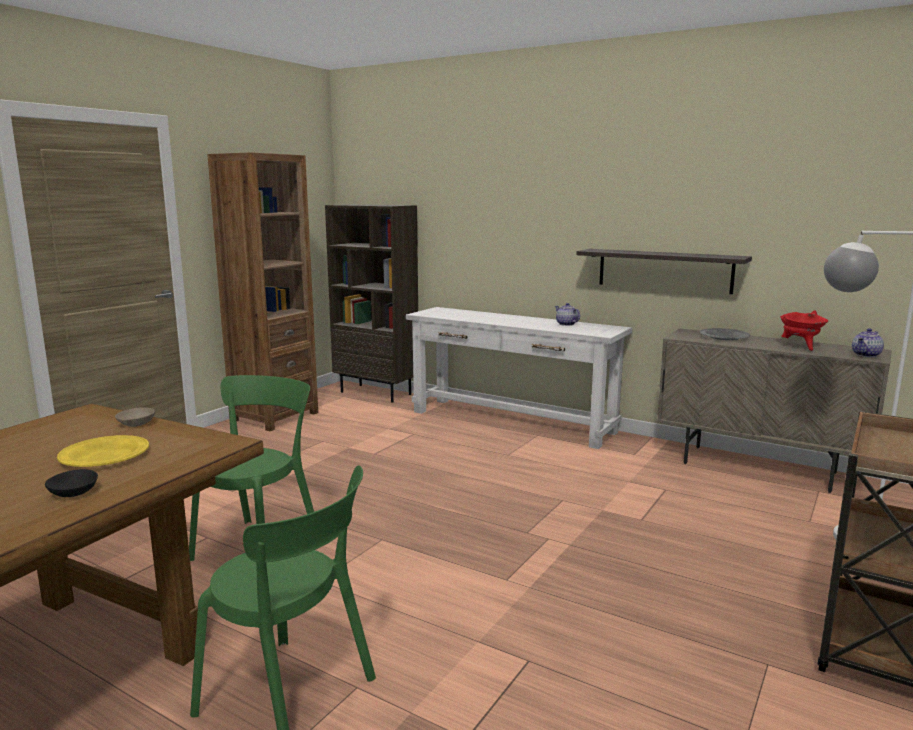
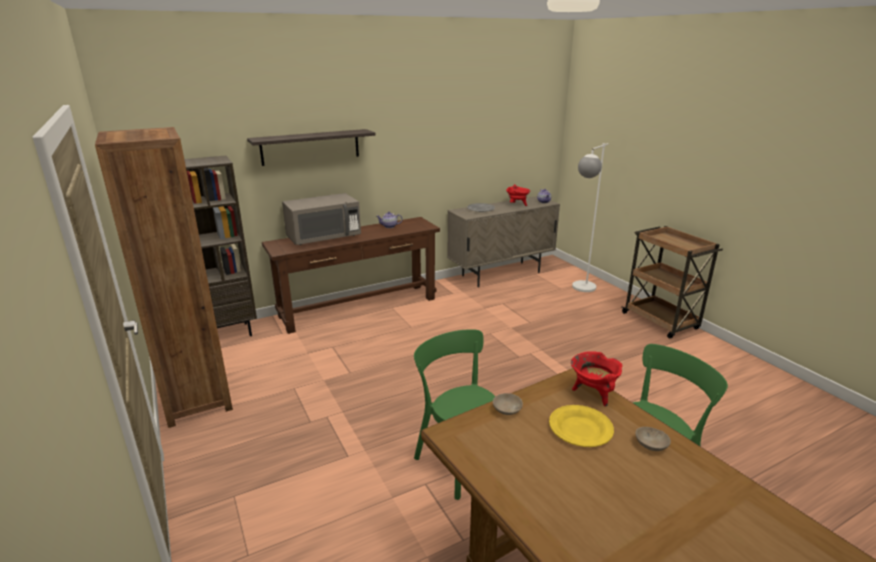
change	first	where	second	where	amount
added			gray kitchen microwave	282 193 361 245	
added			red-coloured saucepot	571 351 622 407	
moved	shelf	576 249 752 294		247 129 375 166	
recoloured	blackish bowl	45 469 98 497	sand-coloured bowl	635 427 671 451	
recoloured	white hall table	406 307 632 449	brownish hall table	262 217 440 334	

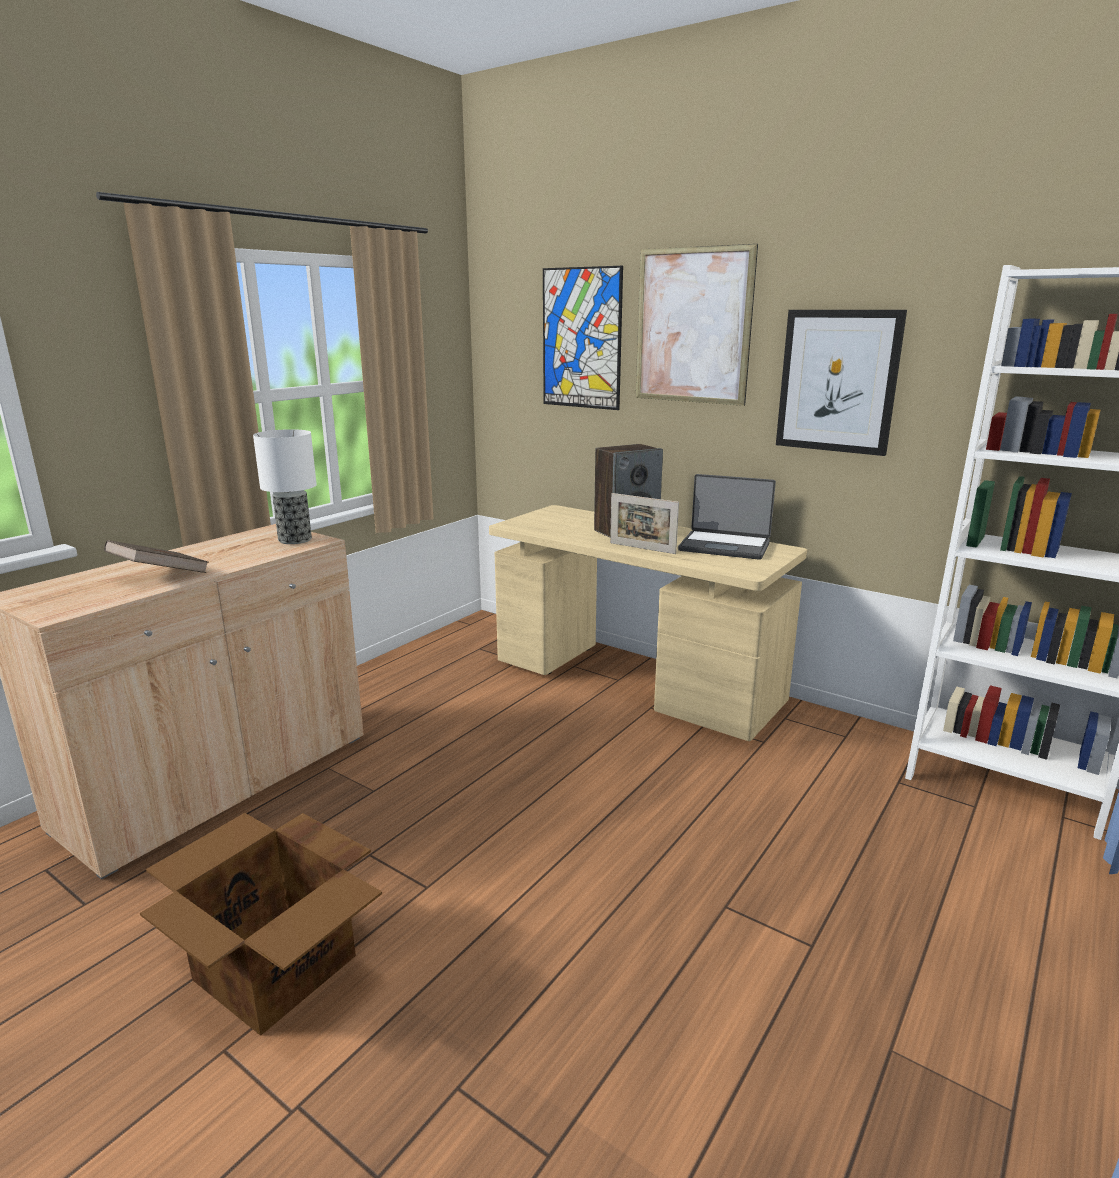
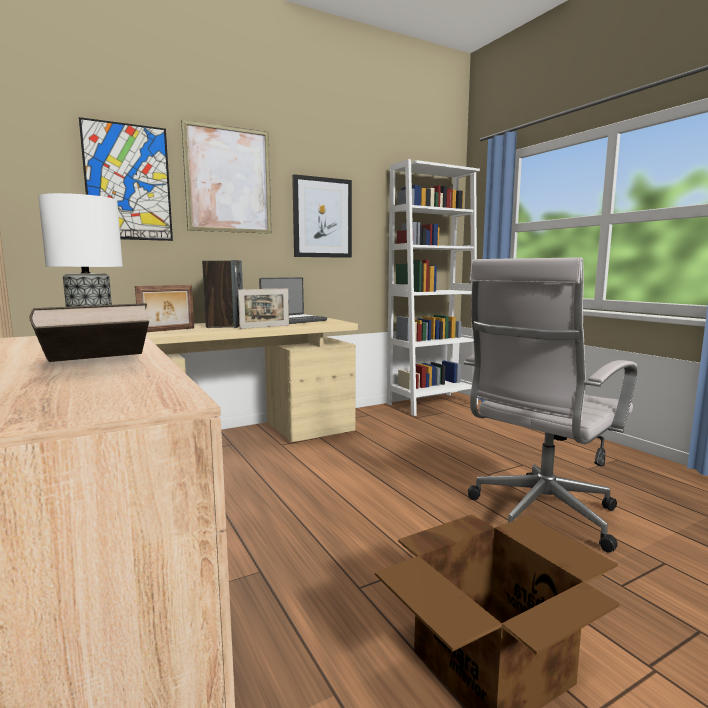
change	first	where	second	where	amount
added			standing frame	135 285 194 332	
added			white computer chair	464 257 637 553	

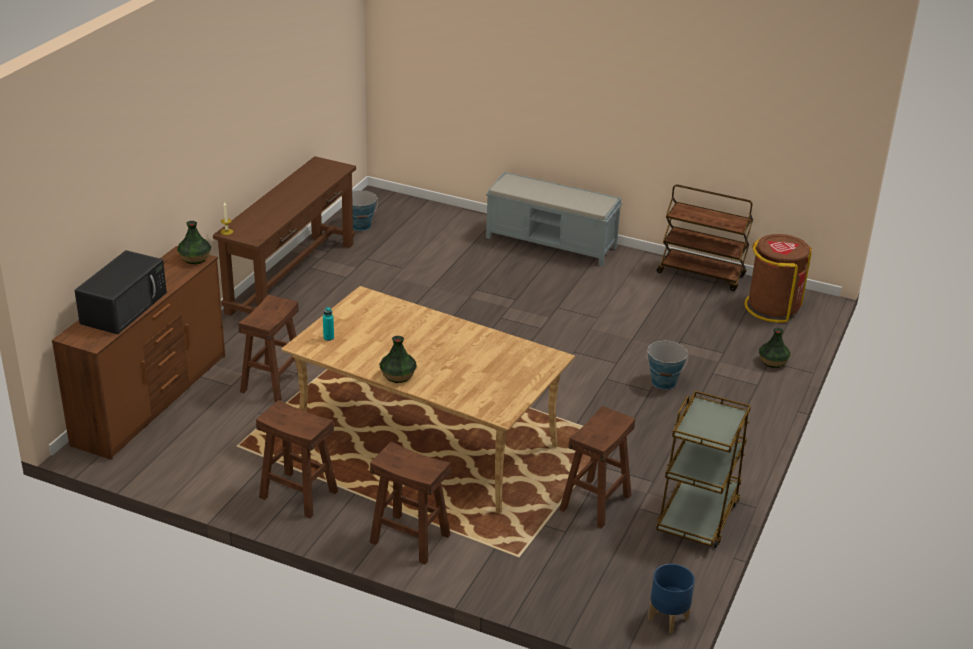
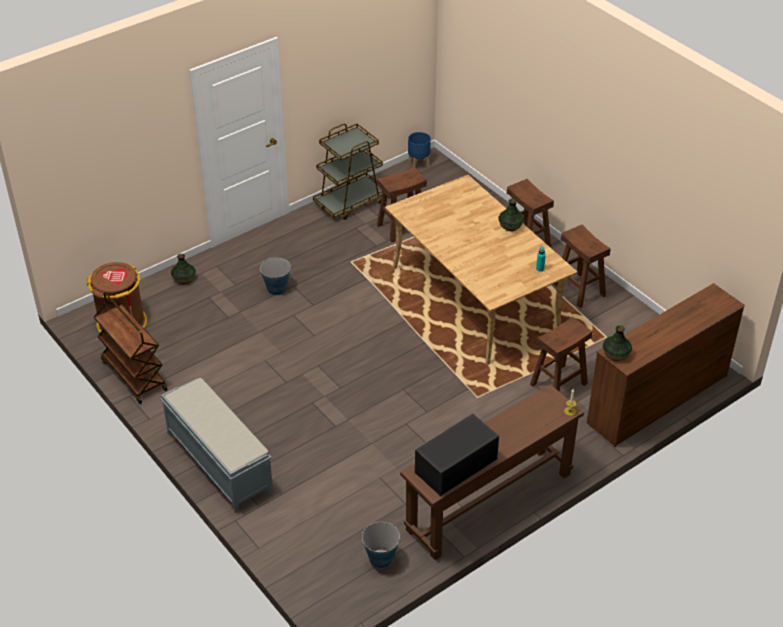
change	first	where	second	where	amount
moved	blackish kitchen microwave	74 250 167 334		415 414 499 496	

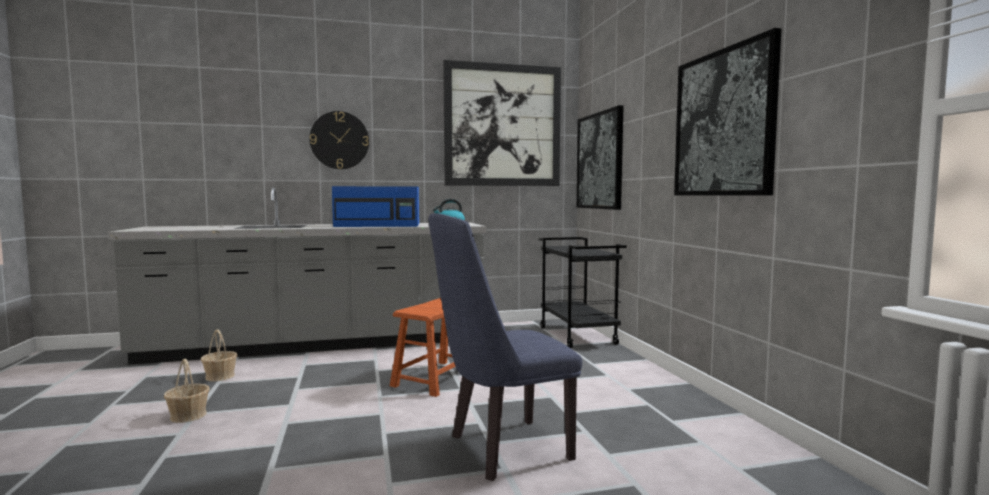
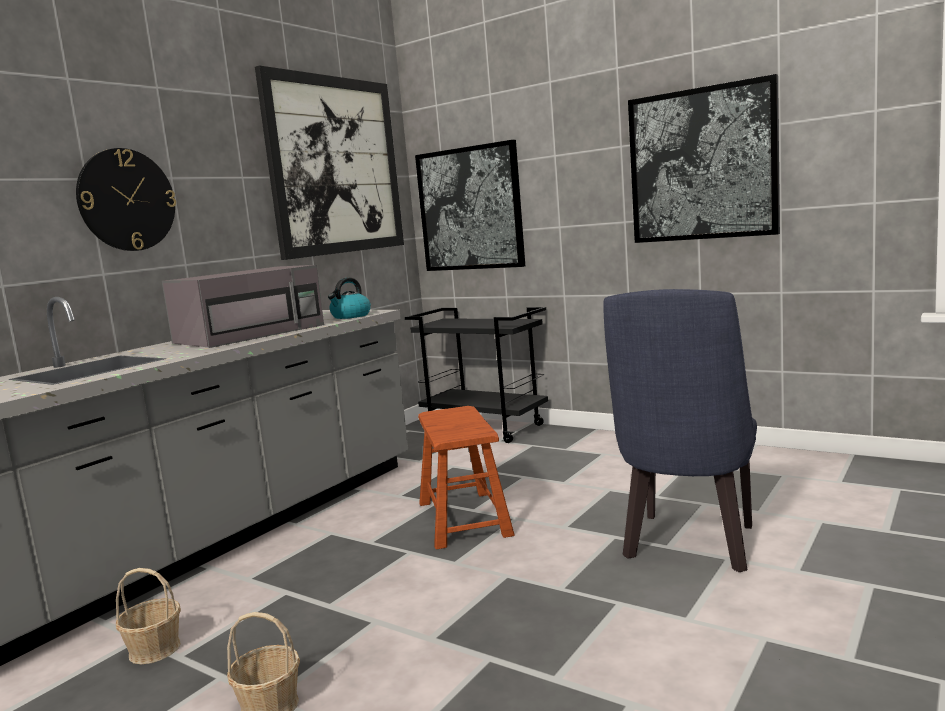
change	first	where	second	where	amount
recoloured	blue-coloured kitchen microwave	332 186 419 227	gray kitchen microwave	161 265 324 348	

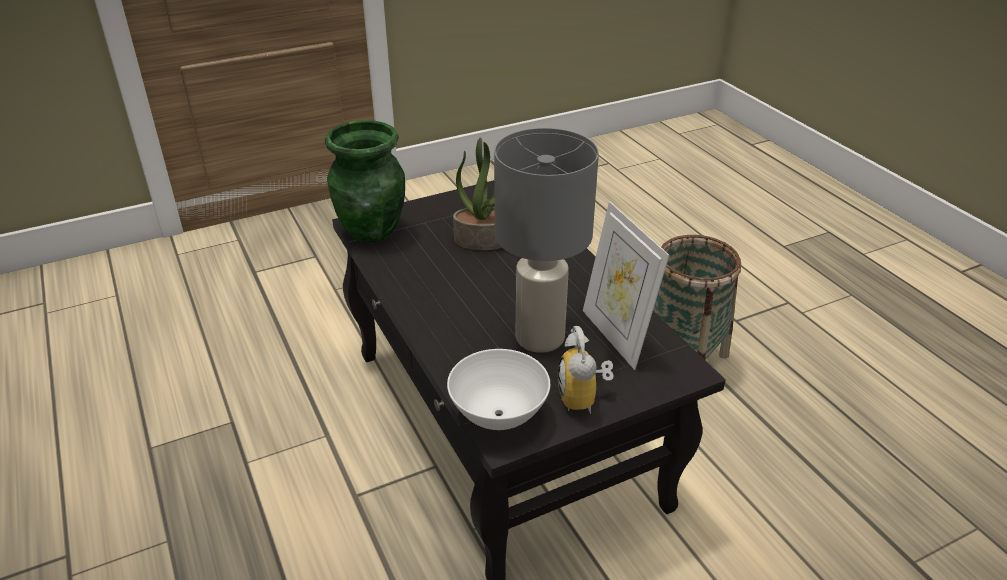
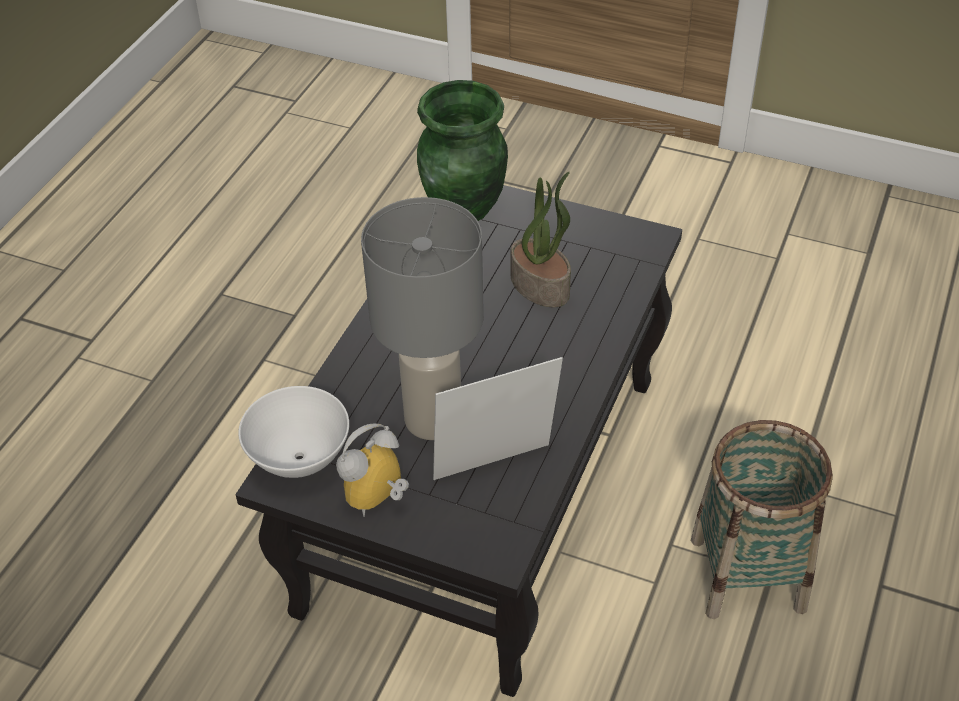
change	first	where	second	where	amount
turned	standing frame	583 202 669 370		433 357 563 480	45 degrees clockwise

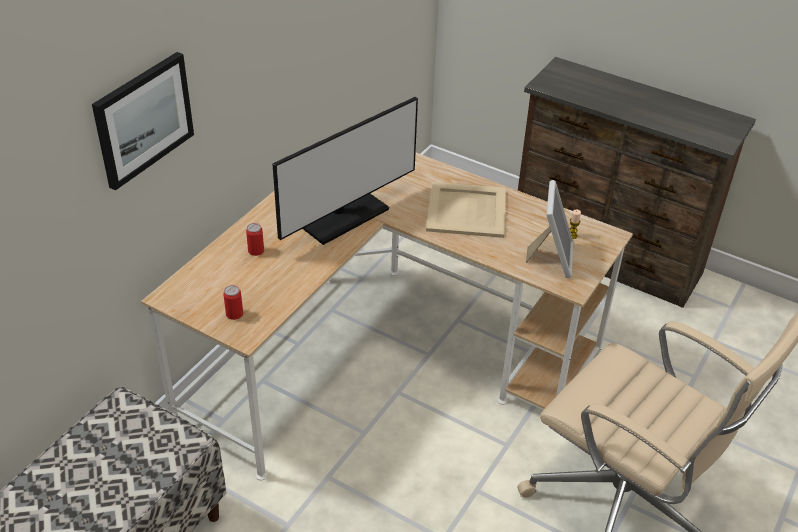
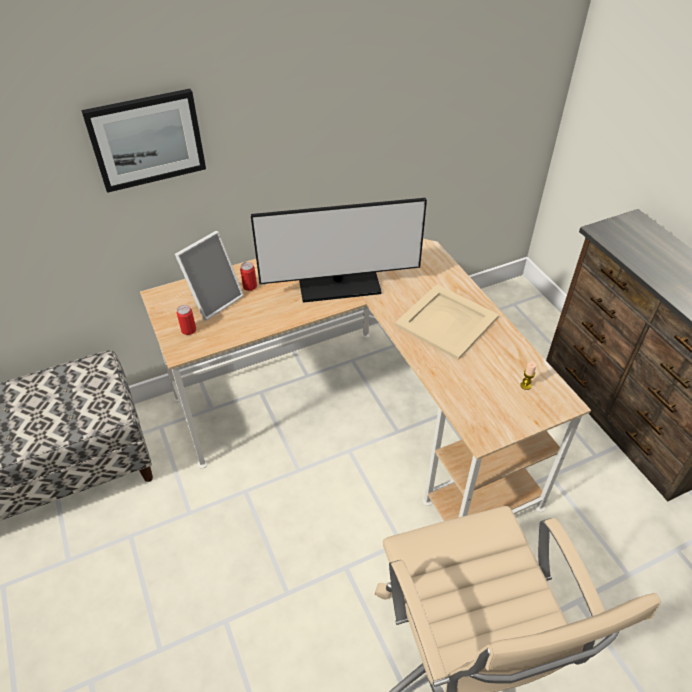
change	first	where	second	where	amount
moved	standing frame	526 180 573 278		175 231 244 321	

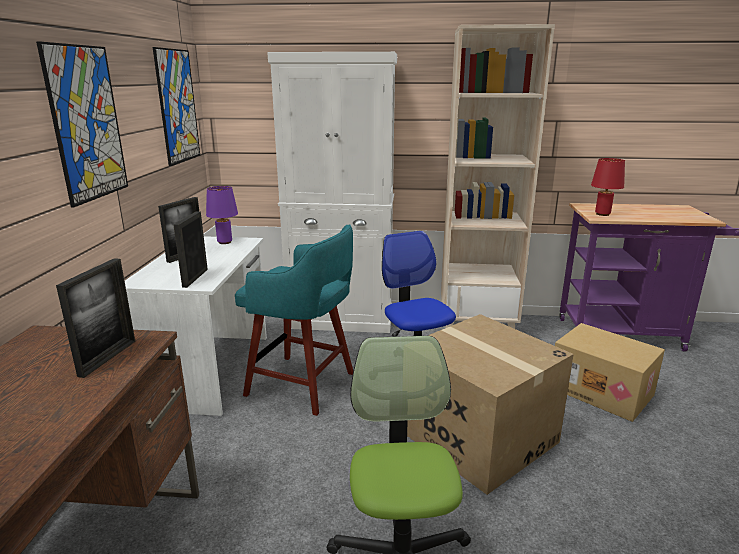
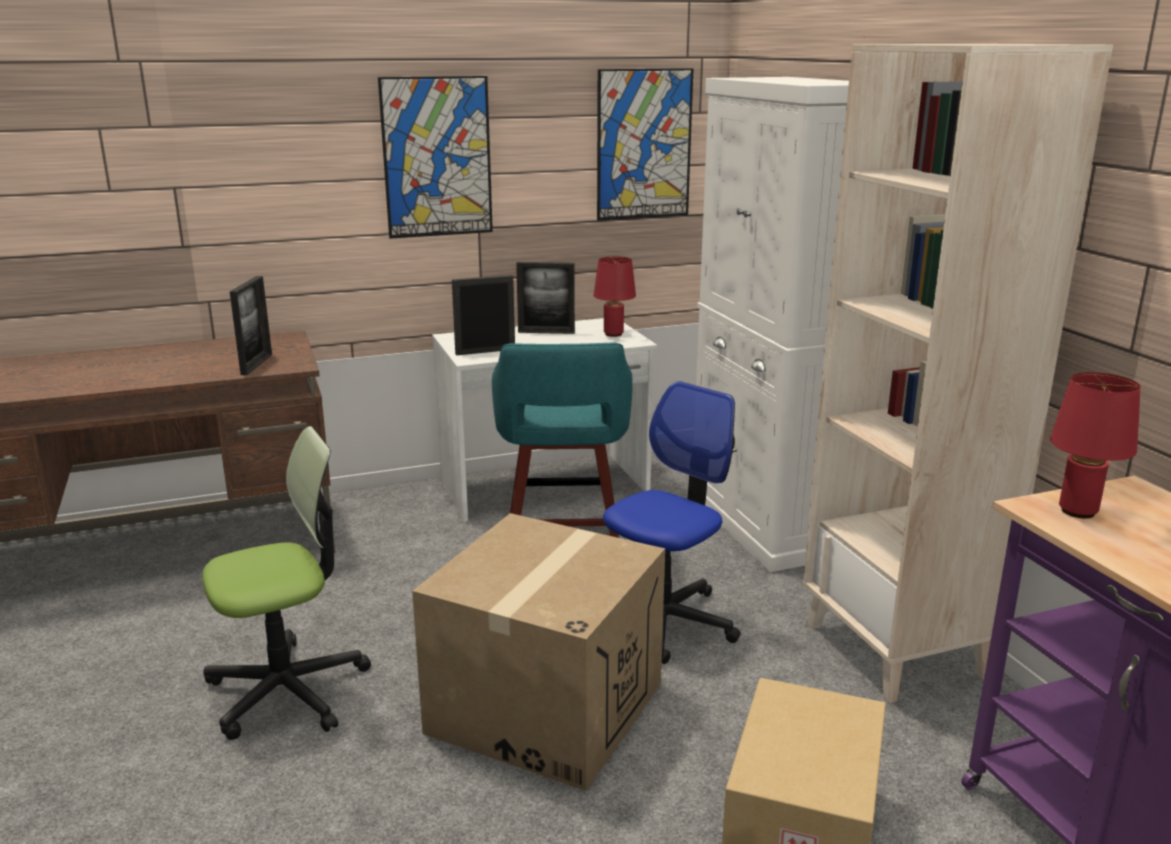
change	first	where	second	where	amount
recoloured	purple tabletop lamp	206 186 238 244	red-coloured tabletop lamp	594 256 636 337	
turned	standing frame	56 258 135 378		230 276 272 375	75 degrees counterclockwise

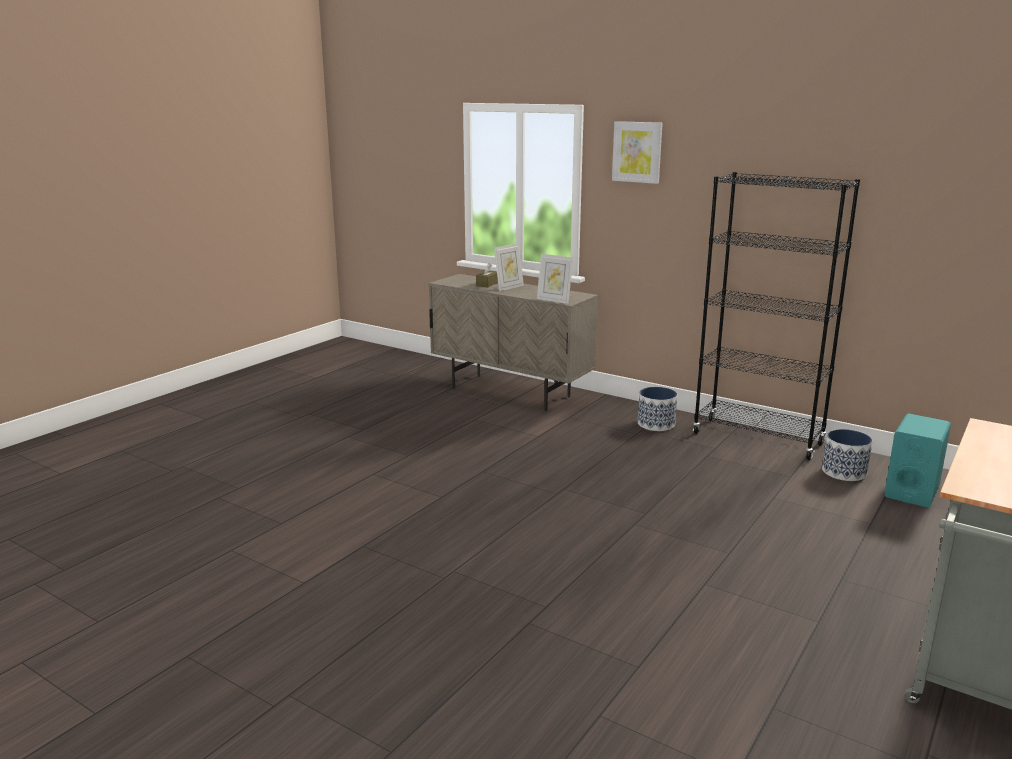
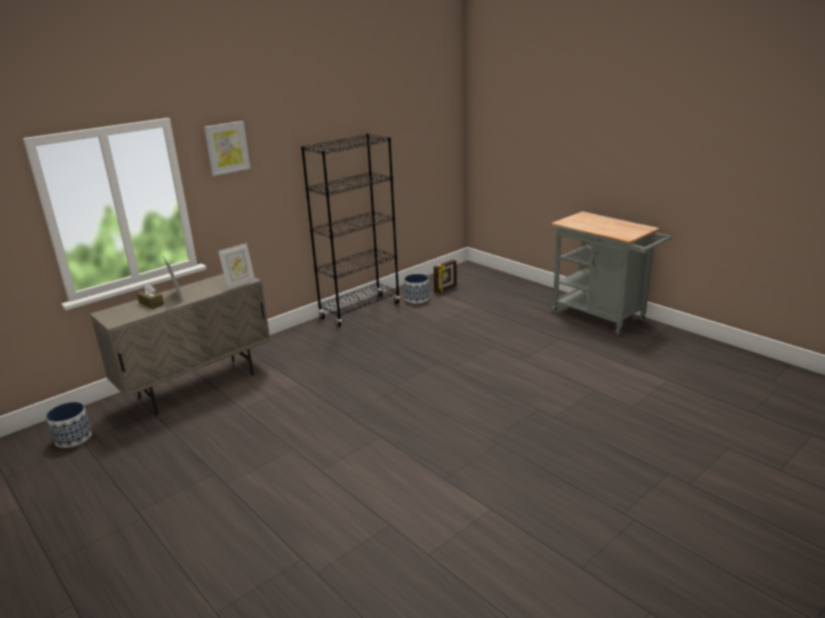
change	first	where	second	where	amount
moved	plant pot	638 387 677 431		46 402 92 448	
replaced	turquoise-coloured loudspeaker	884 413 951 507	standing frame	434 259 457 293	

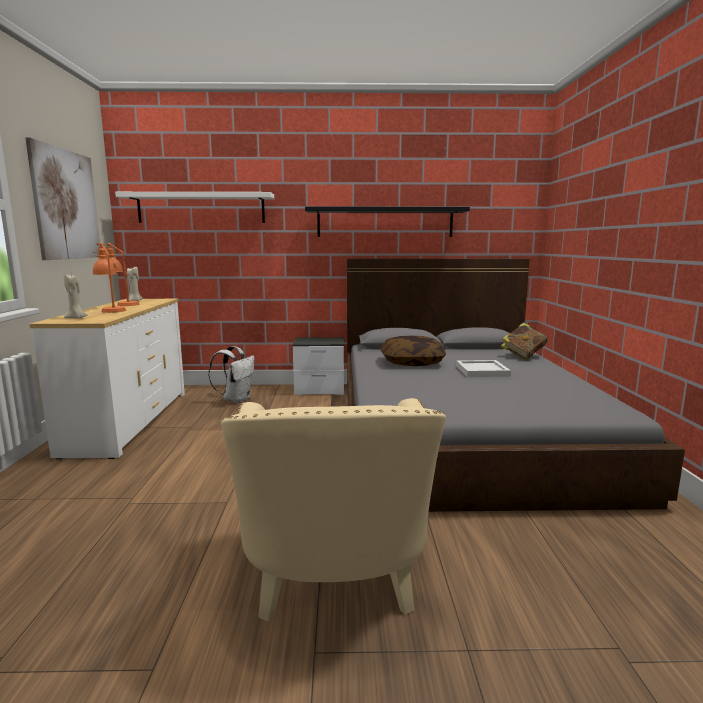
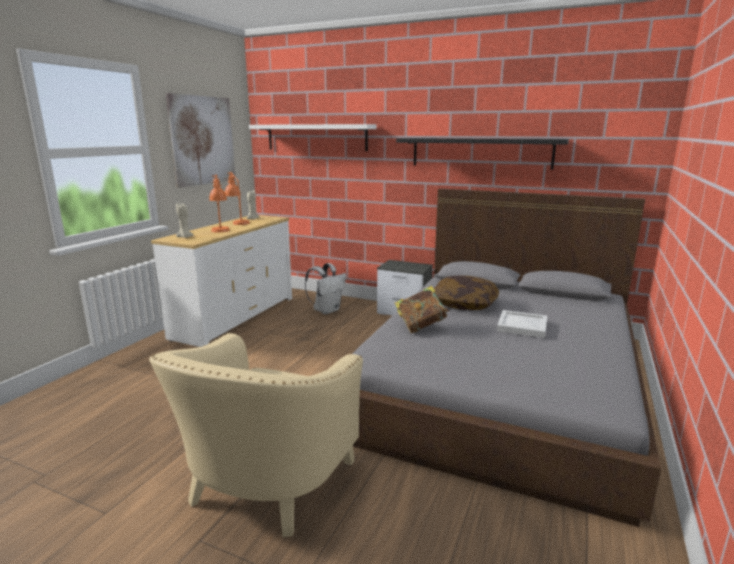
change	first	where	second	where	amount
moved	volume	501 322 548 360		395 286 450 333	

